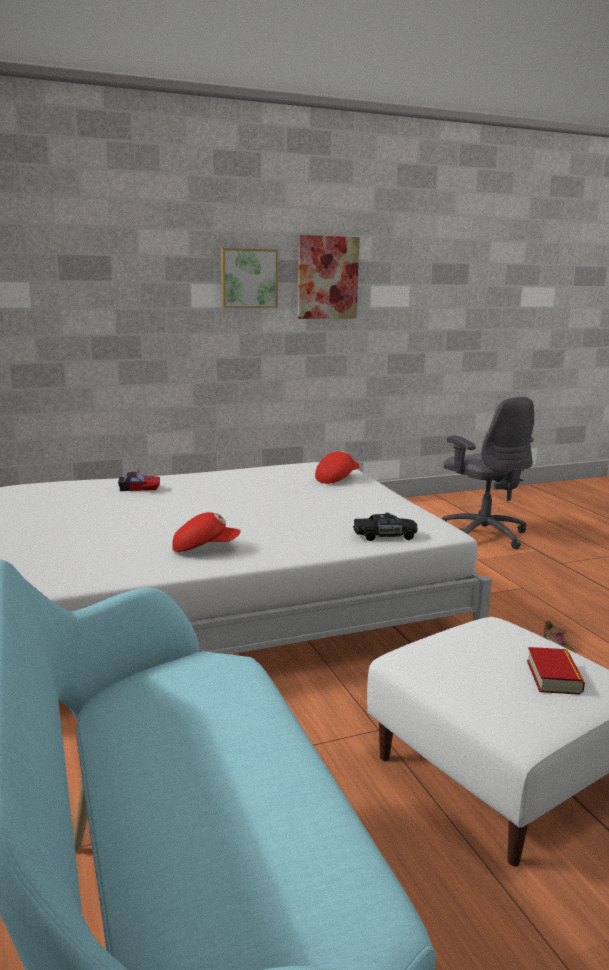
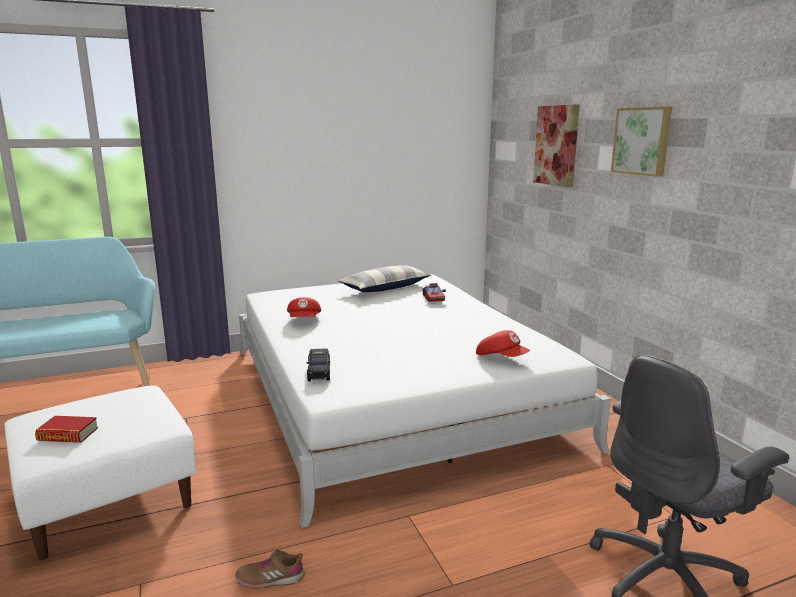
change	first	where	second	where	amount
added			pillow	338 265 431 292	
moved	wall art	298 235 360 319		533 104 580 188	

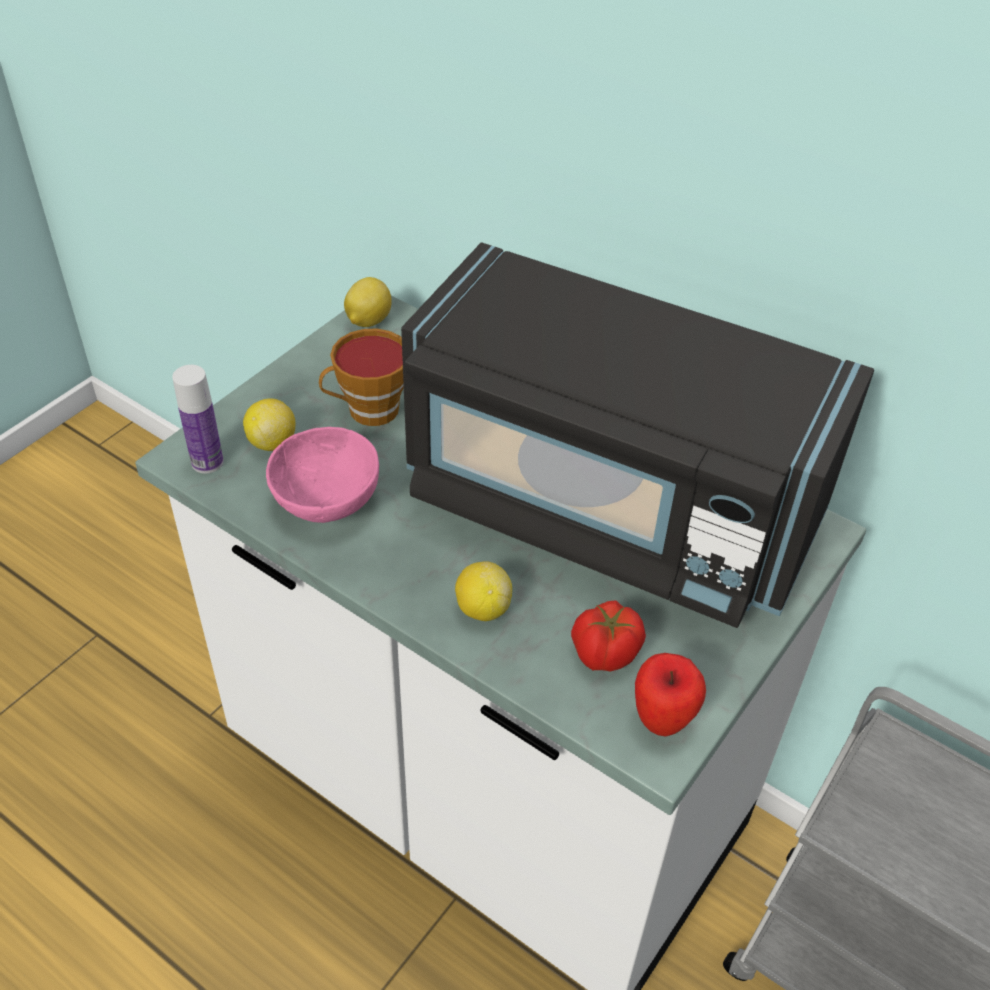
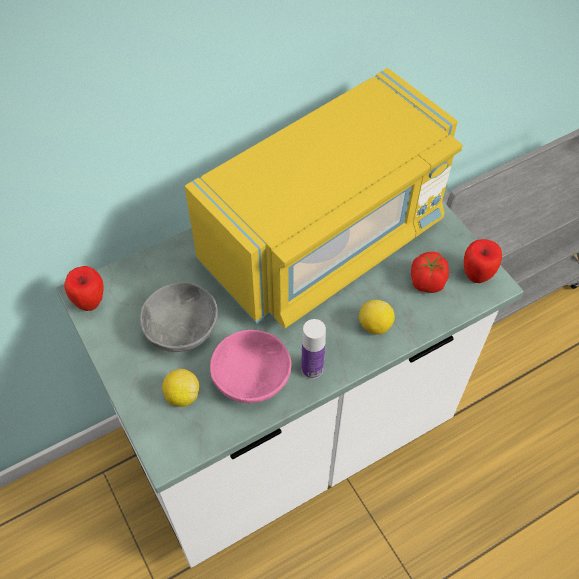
change	first	where	second	where	amount
moved	drink bottle	172 365 224 473		301 319 326 379	
replaced	small cup	319 329 404 426	gray bowl	140 282 218 352	
replaced	lemon	344 277 392 327	apple	64 266 103 311	
recoloured	blackish kitchen microwave	401 243 874 628	yellow kitchen microwave	185 68 463 329	

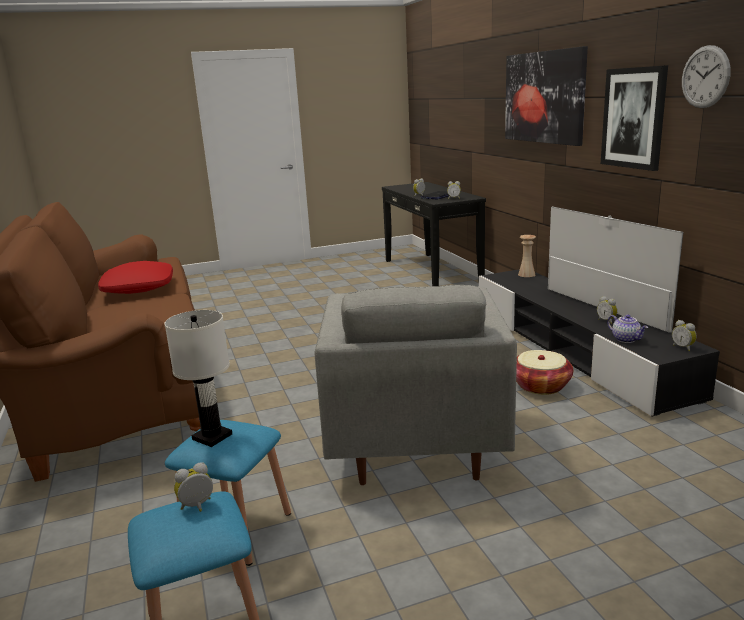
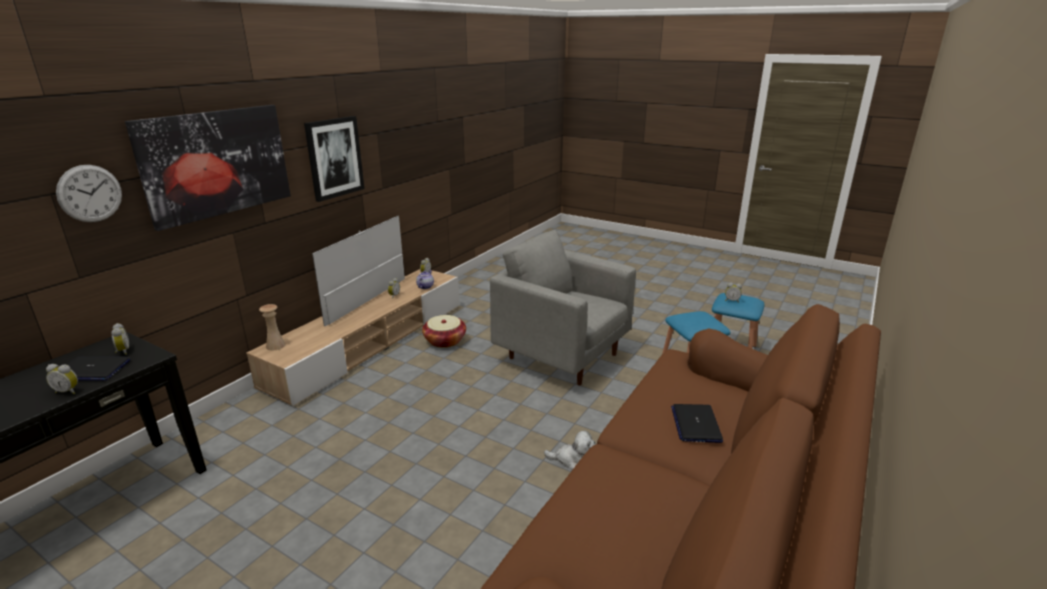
change	first	where	second	where	amount
removed	red-coloured pillow	98 261 173 294			
removed	white tabletop lamp	164 310 232 447			
added			plush toy	544 430 596 470	
added			laptop	671 404 723 443	
moved	clock on the wall	682 45 731 108		56 165 122 222	
recoloured	blackish tv stand	479 269 720 417	sand-coloured tv stand	246 269 459 406	
turned	gray lounge chair	315 285 517 485		490 230 636 385	105 degrees counterclockwise

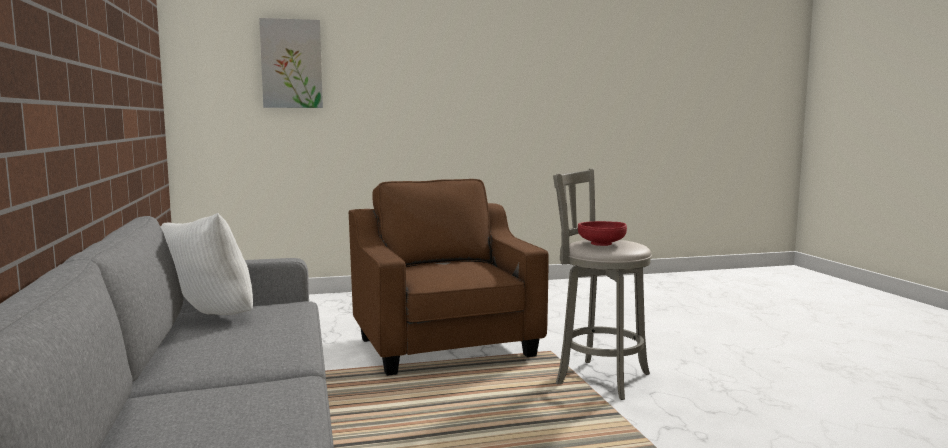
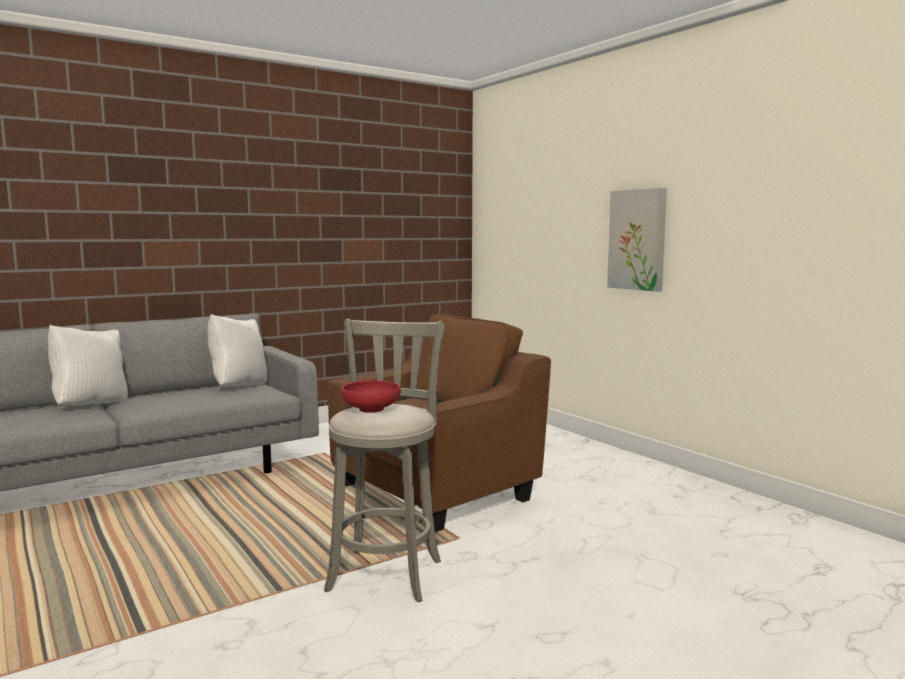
change	first	where	second	where	amount
added			white pillow	48 325 128 405	
moved	wall art	259 18 323 108		607 188 667 292	

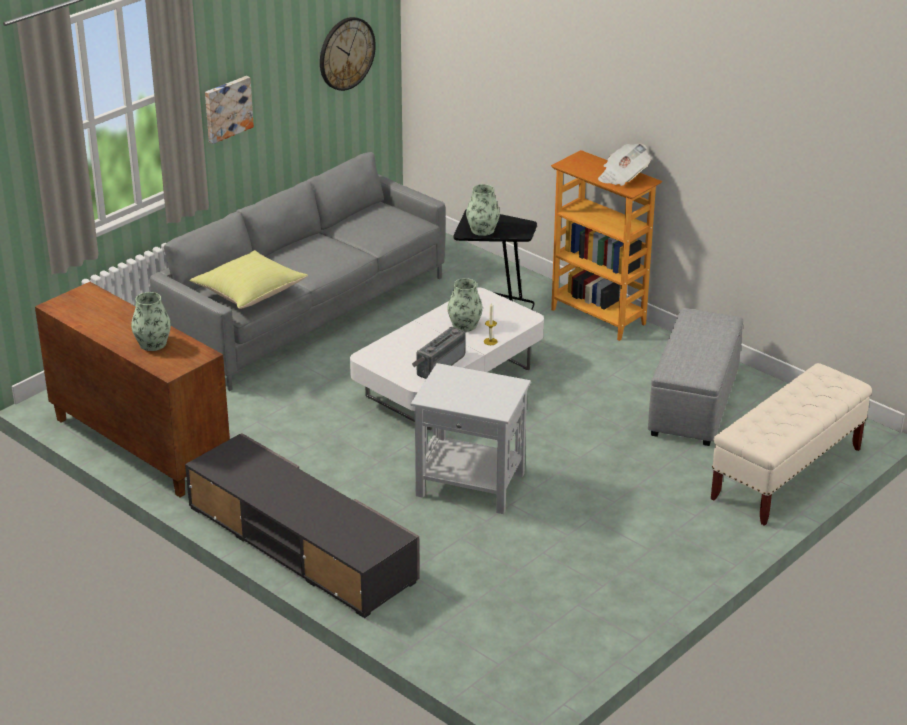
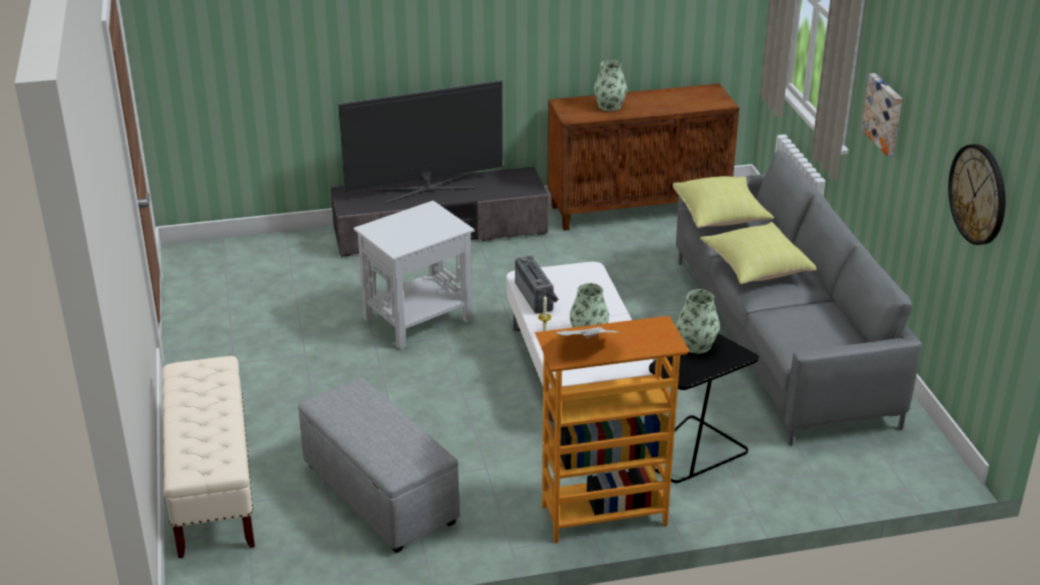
change	first	where	second	where	amount
added			TV	338 80 503 204	
added			yellow pillow	700 222 816 284	

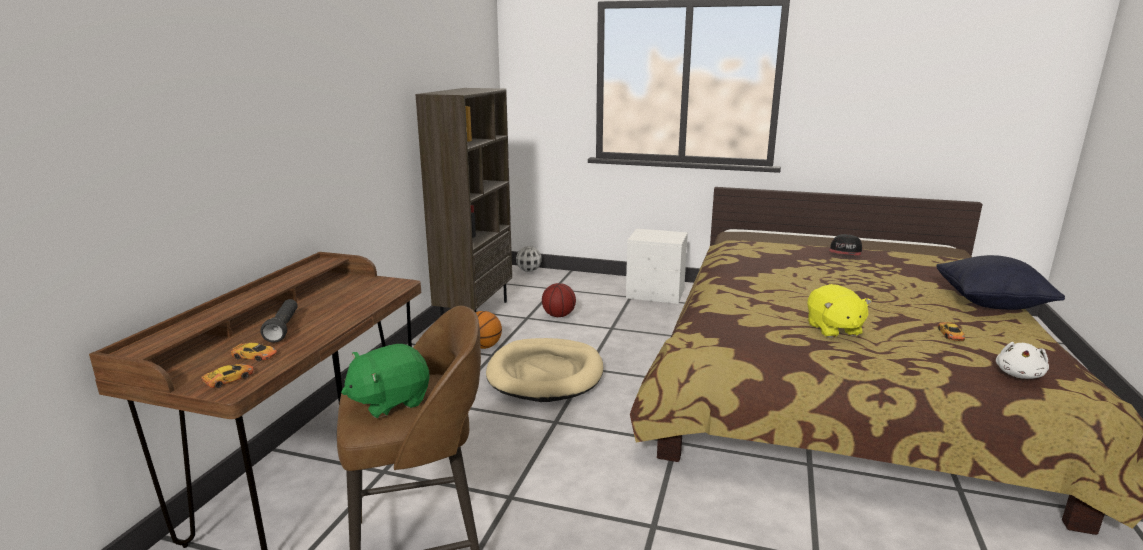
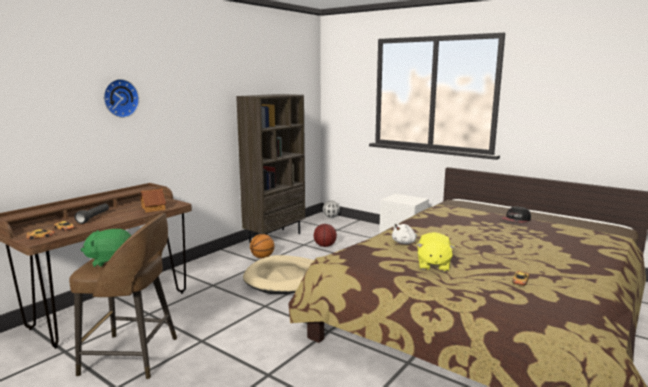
change	first	where	second	where	amount
removed	blackish pillow	936 255 1065 310			
added			clock on the wall	103 79 139 118	
added			toy house	140 189 166 212	
moved	white plush toy	996 342 1049 379		392 222 417 244	

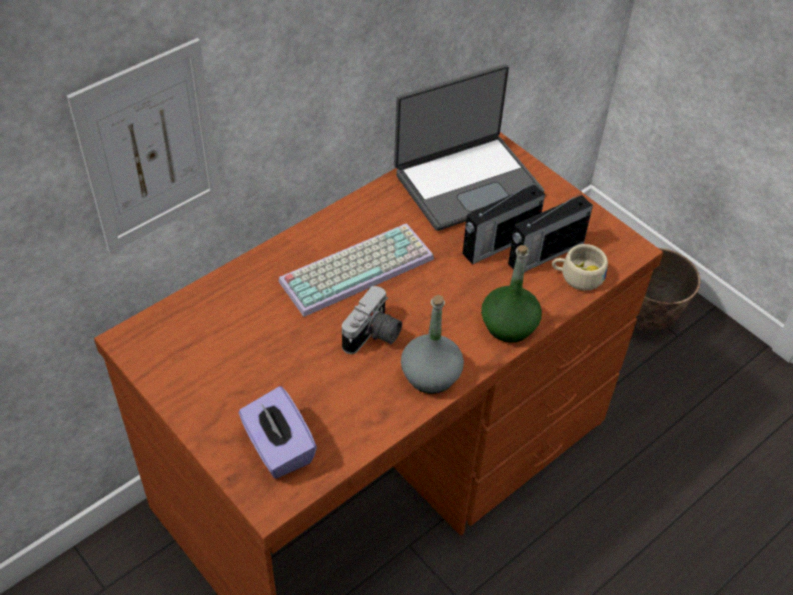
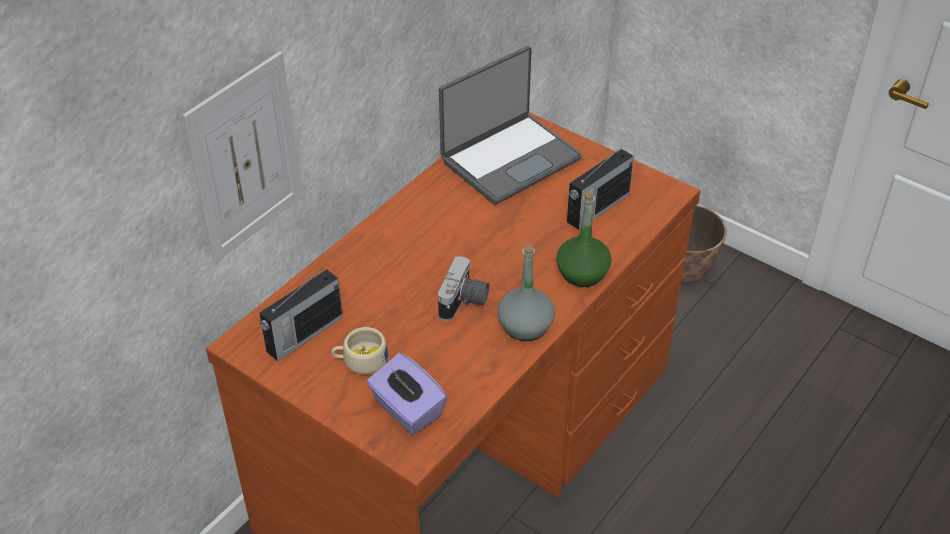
change	first	where	second	where	amount
removed	PC keyboard	278 223 434 317			
moved	radio	462 182 545 265		259 268 343 361	
moved	sand-coloured small cup	552 244 608 291		331 327 388 375	

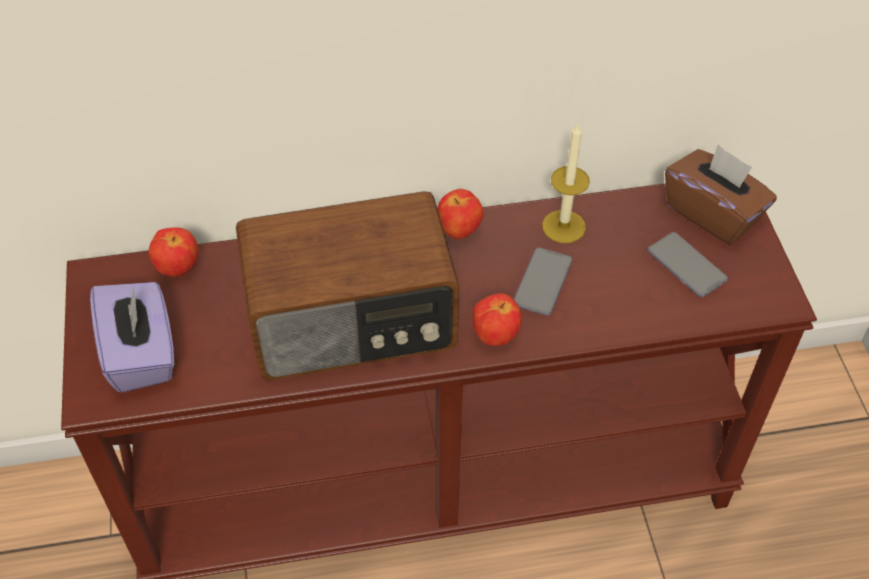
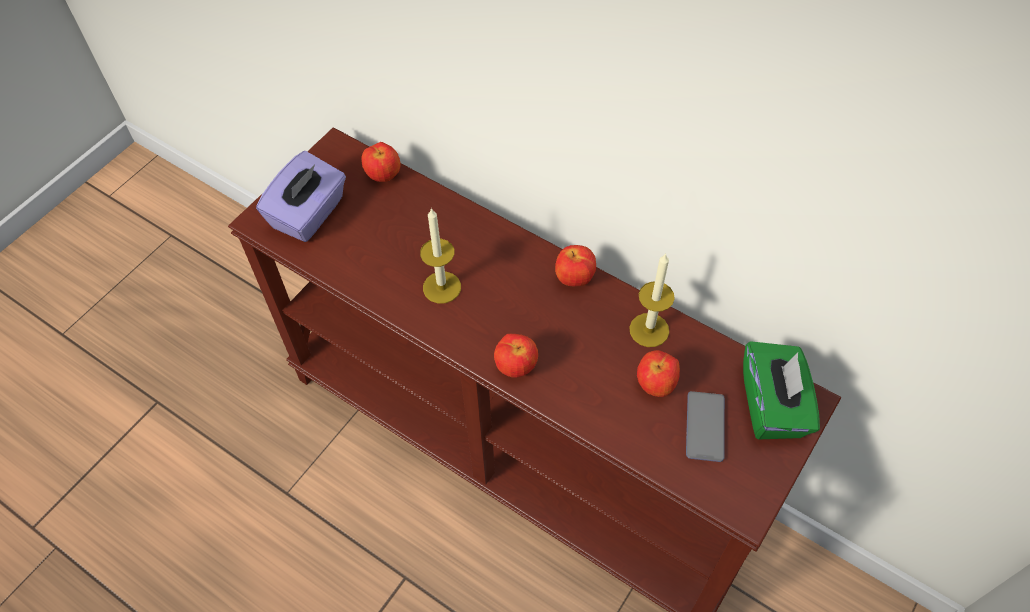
change	first	where	second	where	amount
removed	handset	514 248 572 316			
added			apple	637 350 680 397	
replaced	radio	236 191 459 380	wax candle	420 208 461 304	
recoloured	brownish tissue box	665 144 777 245	green-coloured tissue box	743 341 820 439	

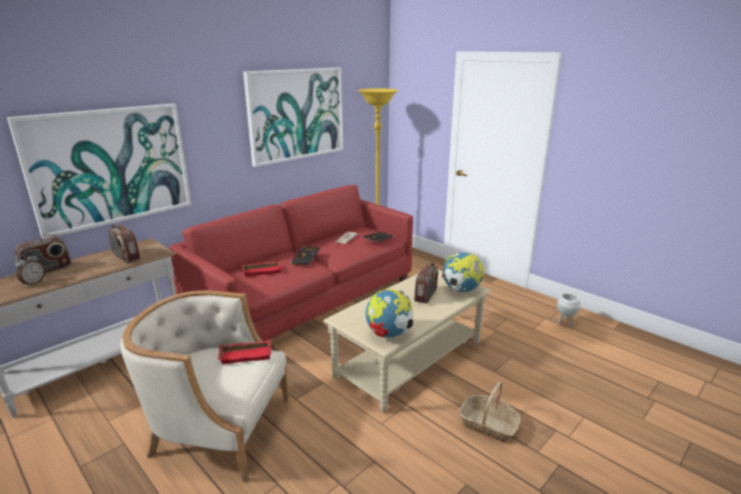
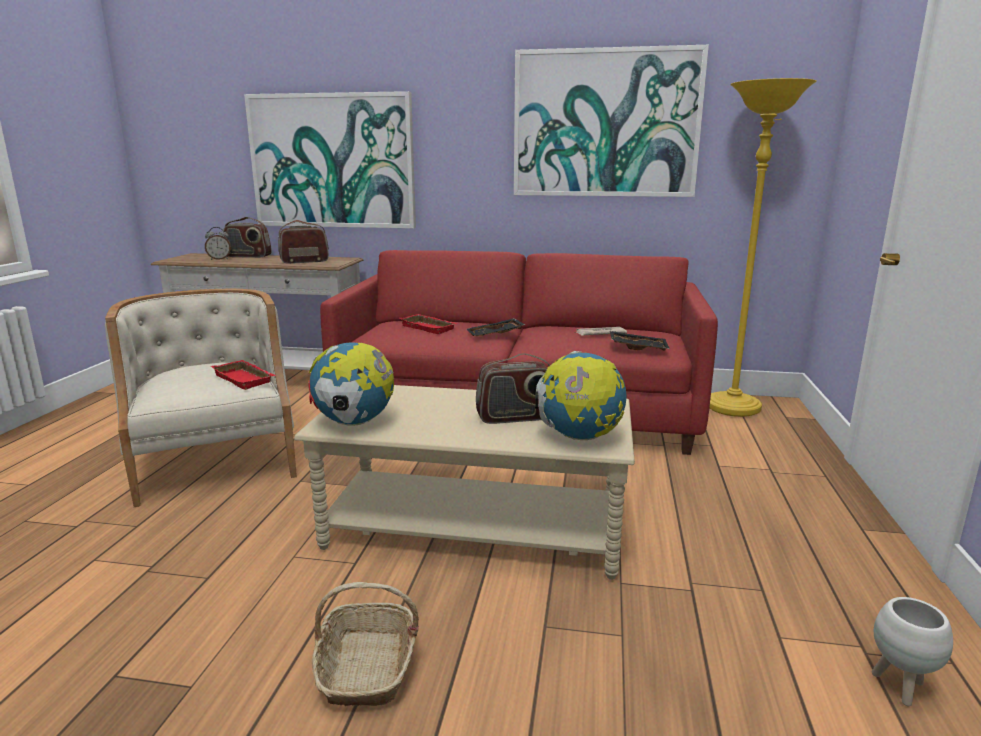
change	first	where	second	where	amount
turned	radio	108 224 141 263		278 220 329 264	60 degrees clockwise

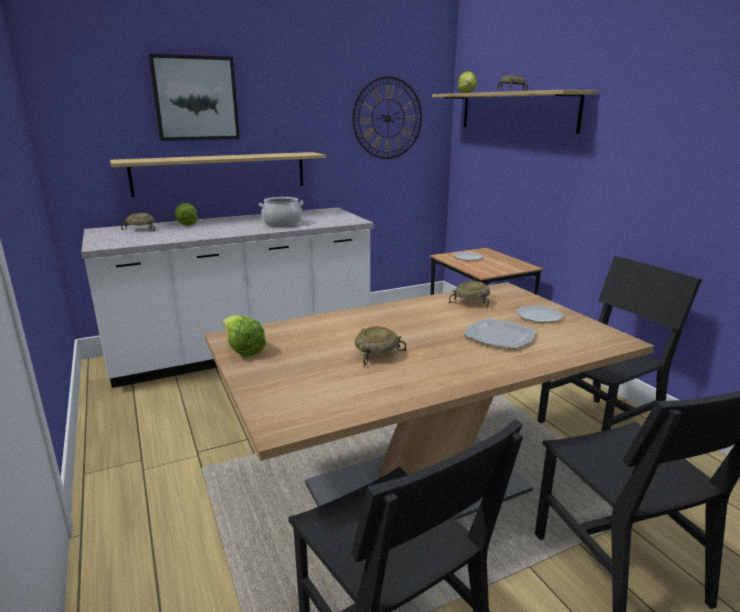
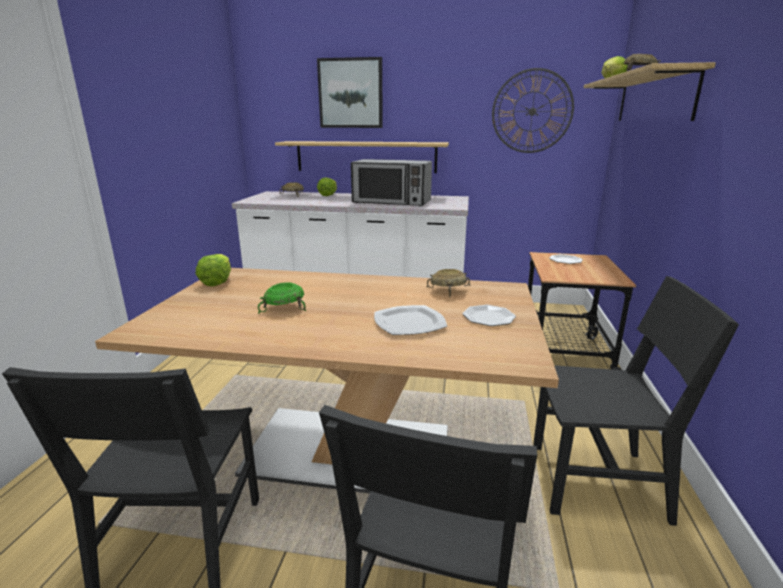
change	first	where	second	where	amount
replaced	saucepot	259 197 303 227	kitchen microwave	351 159 432 206	
recoloured	sand-coloured bowl	355 326 407 367	green-coloured bowl	258 282 306 313	

